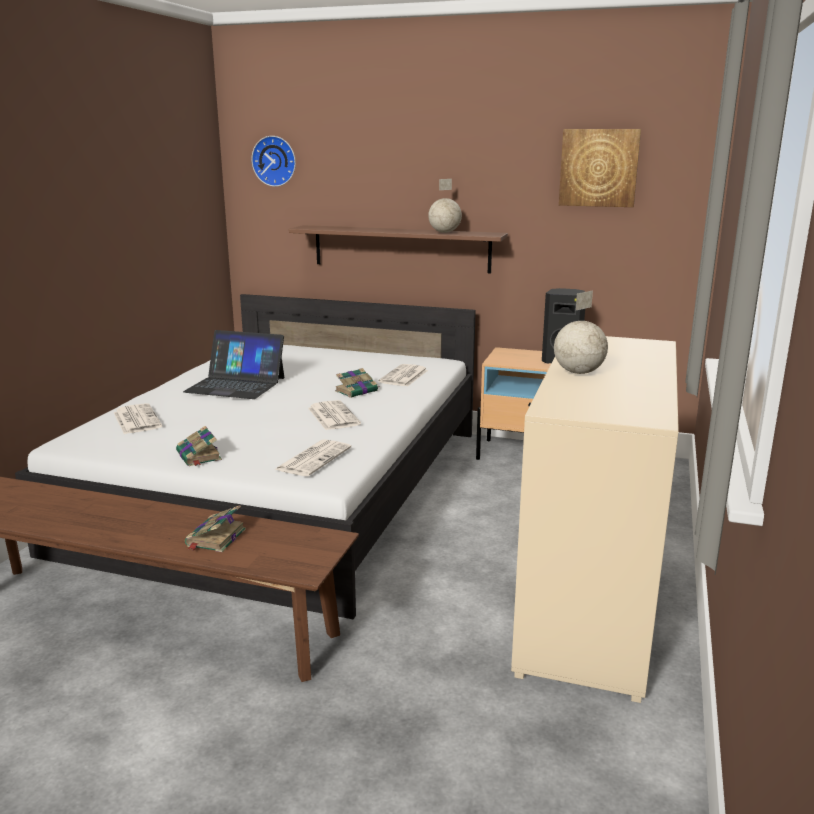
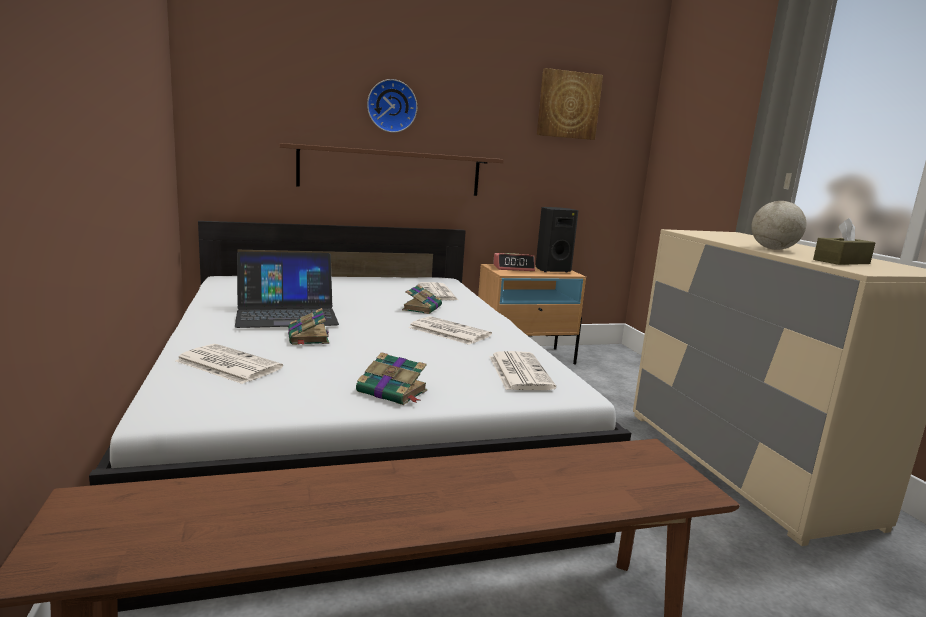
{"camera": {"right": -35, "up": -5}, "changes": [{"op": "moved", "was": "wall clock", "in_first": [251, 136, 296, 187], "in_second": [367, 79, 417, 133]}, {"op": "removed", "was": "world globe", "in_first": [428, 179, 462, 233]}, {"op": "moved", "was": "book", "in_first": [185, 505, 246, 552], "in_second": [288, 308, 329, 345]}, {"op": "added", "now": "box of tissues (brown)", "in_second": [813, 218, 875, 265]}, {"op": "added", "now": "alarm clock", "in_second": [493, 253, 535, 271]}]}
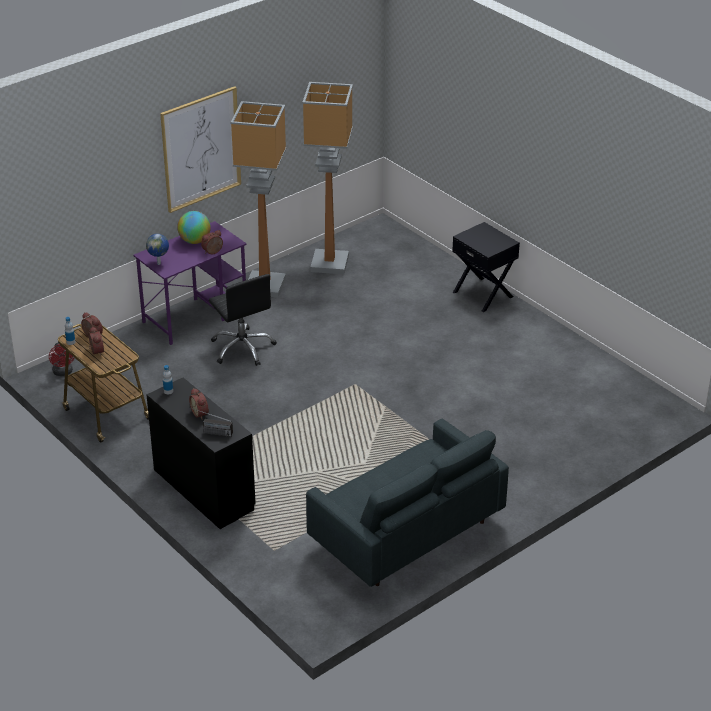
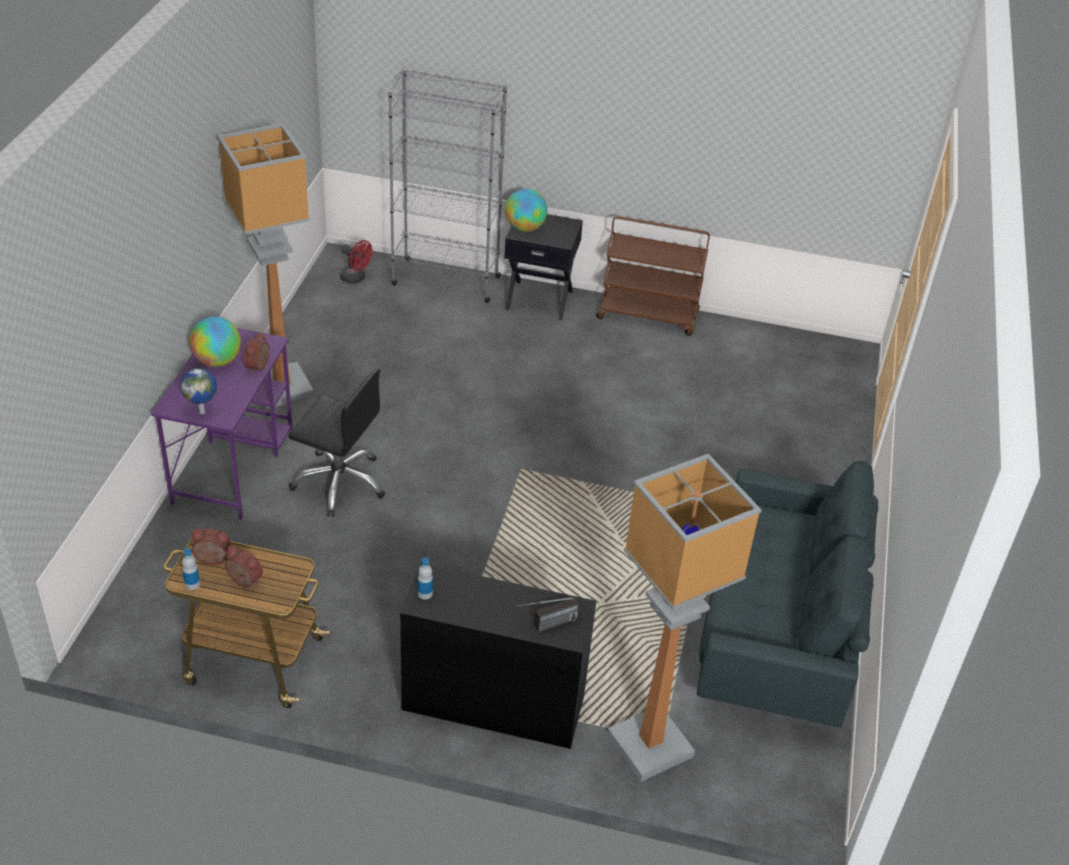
{"camera": {"right": -40, "up": 5}, "changes": [{"op": "moved", "was": "floor lamp", "in_first": [302, 82, 353, 274], "in_second": [607, 454, 762, 782]}, {"op": "removed", "was": "wall art", "in_first": [160, 86, 241, 213]}, {"op": "moved", "was": "cooling fan (reddish)", "in_first": [49, 342, 75, 376], "in_second": [340, 240, 373, 284]}, {"op": "removed", "was": "alarm clock", "in_first": [189, 388, 209, 419]}, {"op": "added", "now": "bookcase (grey)", "in_second": [388, 69, 507, 303]}, {"op": "added", "now": "world globe", "in_second": [505, 189, 547, 232]}, {"op": "added", "now": "trolley (brown)", "in_second": [596, 216, 710, 336]}]}
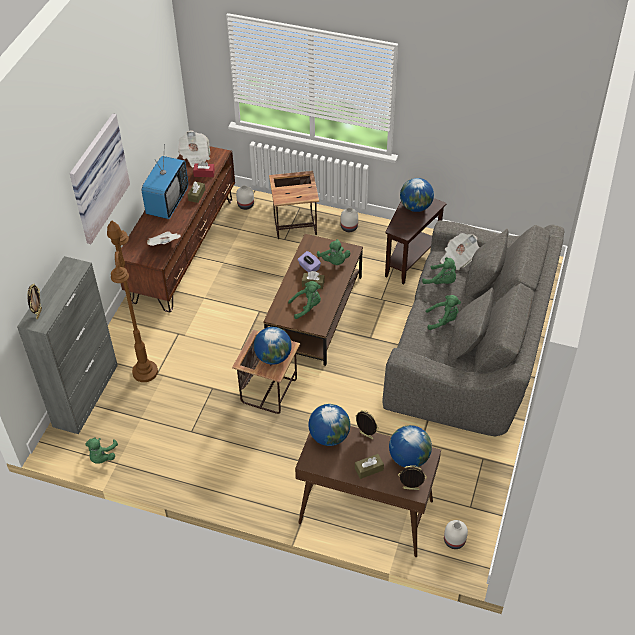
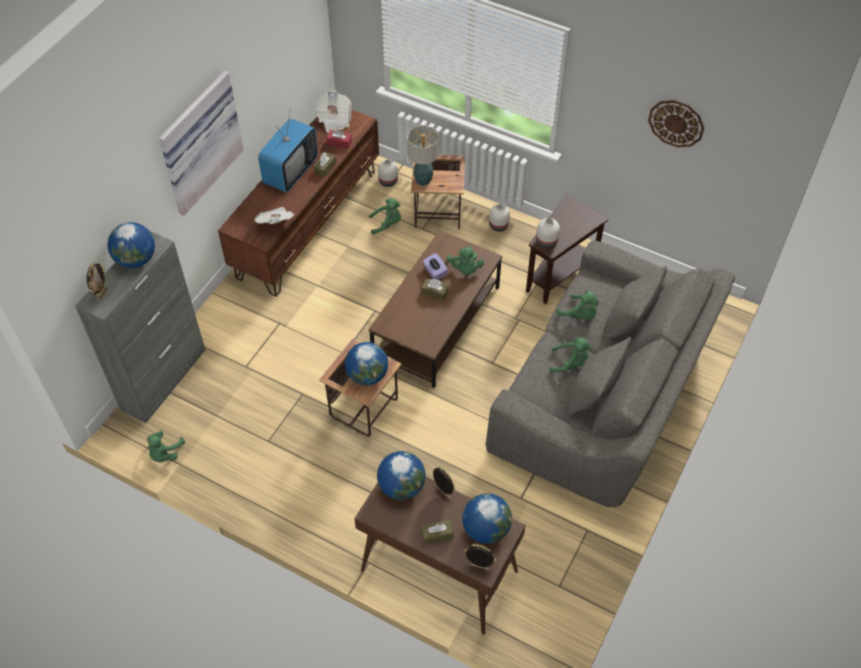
{"camera": {"right": 10, "up": 5}, "changes": [{"op": "moved", "was": "world globe", "in_first": [400, 178, 434, 212], "in_second": [107, 222, 155, 268]}, {"op": "removed", "was": "floor lamp (brown)", "in_first": [107, 220, 158, 382]}, {"op": "removed", "was": "newspaper", "in_first": [440, 233, 480, 270]}, {"op": "moved", "was": "cuddly toy (green)", "in_first": [288, 281, 321, 319], "in_second": [369, 198, 401, 235]}, {"op": "moved", "was": "decorative vase (white-coloured)", "in_first": [444, 520, 468, 549], "in_second": [536, 218, 560, 249]}, {"op": "added", "now": "wall clock", "in_second": [648, 100, 704, 147]}, {"op": "added", "now": "lamp for a table", "in_second": [407, 126, 439, 186]}]}
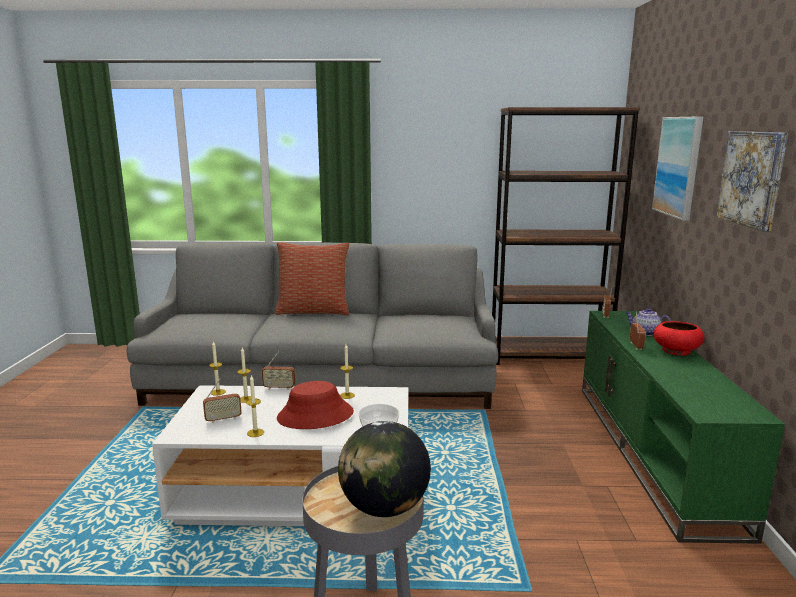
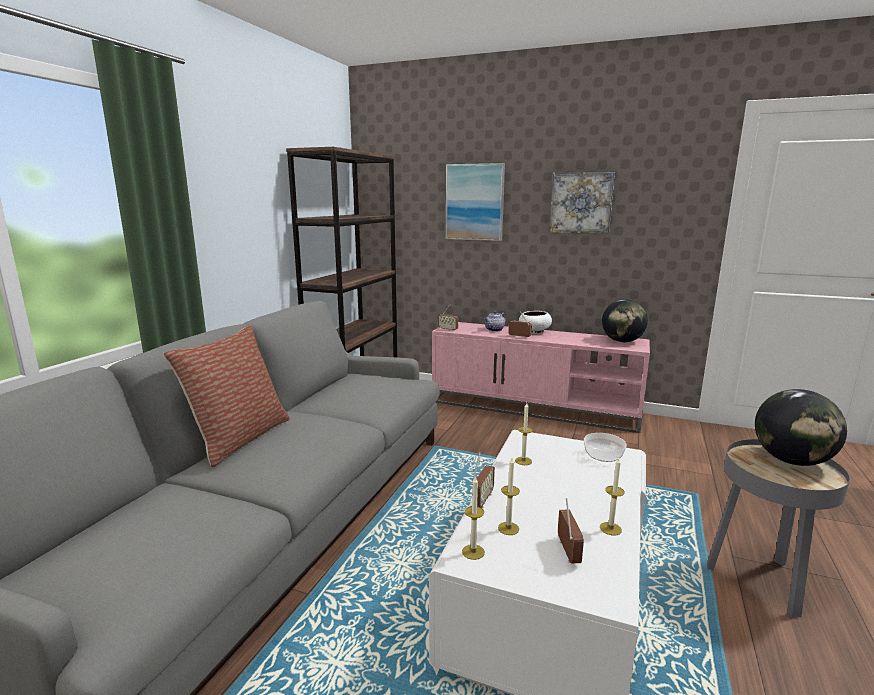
{"camera": {"right": -70, "up": 0}, "changes": [{"op": "recoloured", "was": "tv stand (green)", "now": "tv stand (pinkish)", "in_first": [582, 311, 785, 544], "in_second": [432, 322, 650, 433]}, {"op": "recoloured", "was": "bowl (reddish)", "now": "bowl (white-coloured)", "in_first": [654, 321, 704, 356], "in_second": [519, 311, 552, 334]}, {"op": "removed", "was": "wearable hat (reddish)", "in_first": [277, 381, 354, 429]}, {"op": "added", "now": "world globe", "in_second": [602, 299, 648, 342]}]}
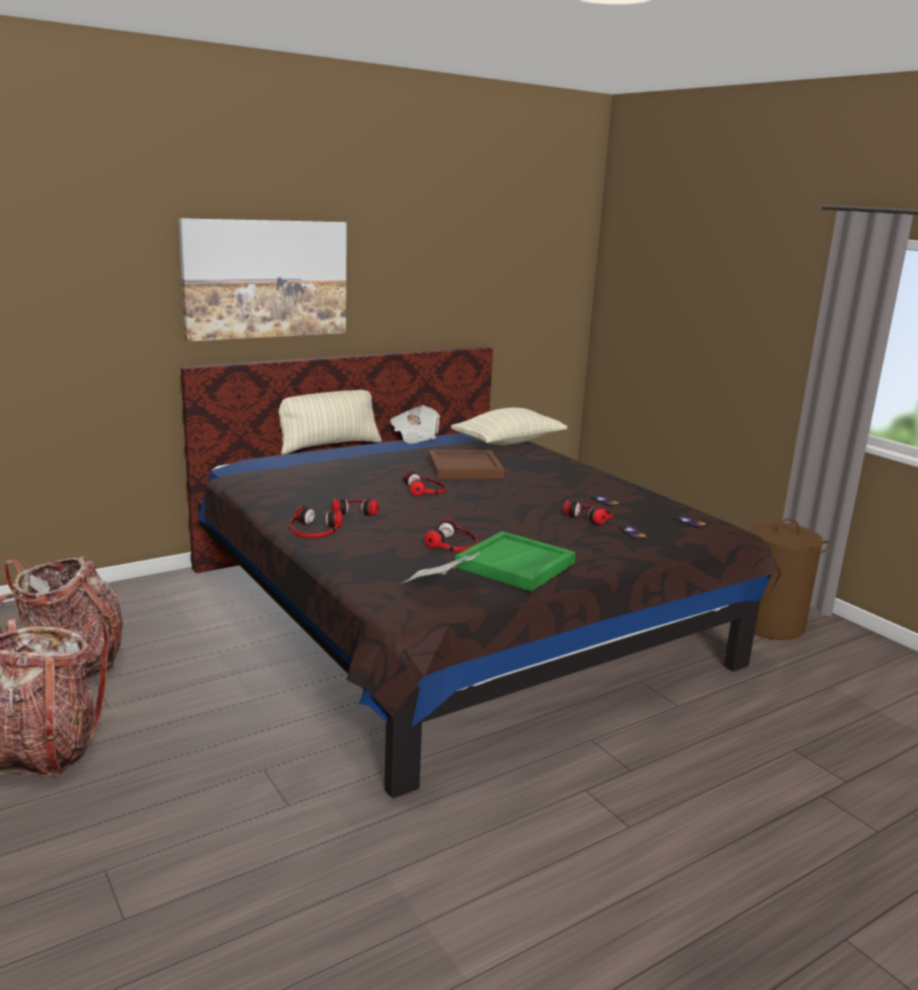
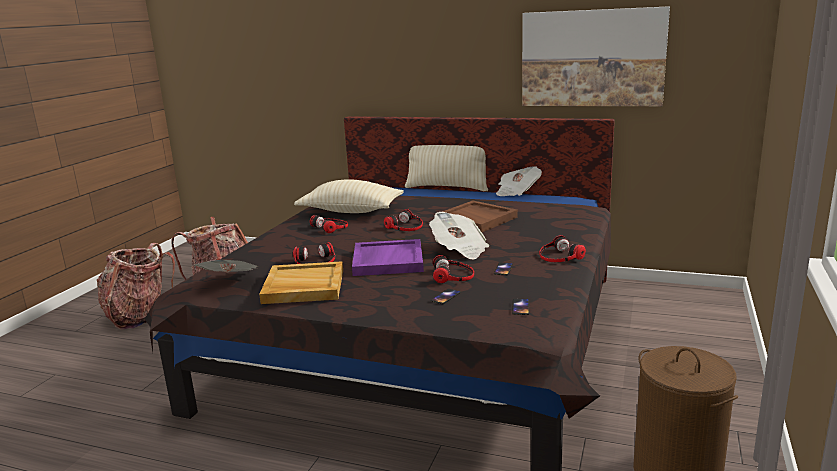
{"camera": {"right": 55, "up": 0}, "changes": [{"op": "moved", "was": "wall art", "in_first": [178, 218, 347, 341], "in_second": [522, 6, 670, 106]}, {"op": "moved", "was": "cushion (beige)", "in_first": [451, 408, 568, 445], "in_second": [294, 179, 404, 213]}, {"op": "moved", "was": "pair of headphones", "in_first": [290, 506, 343, 538], "in_second": [539, 235, 586, 262]}, {"op": "recoloured", "was": "carrying tray (green)", "now": "carrying tray (beige)", "in_first": [455, 531, 576, 592], "in_second": [259, 261, 343, 304]}, {"op": "added", "now": "newspaper", "in_second": [429, 212, 490, 260]}, {"op": "added", "now": "carrying tray (purplish)", "in_second": [352, 239, 424, 276]}]}
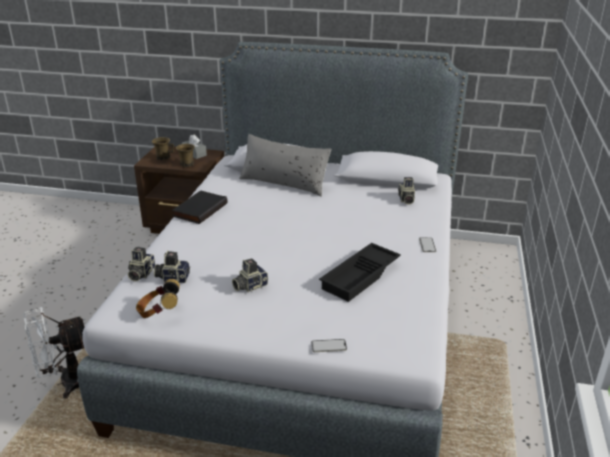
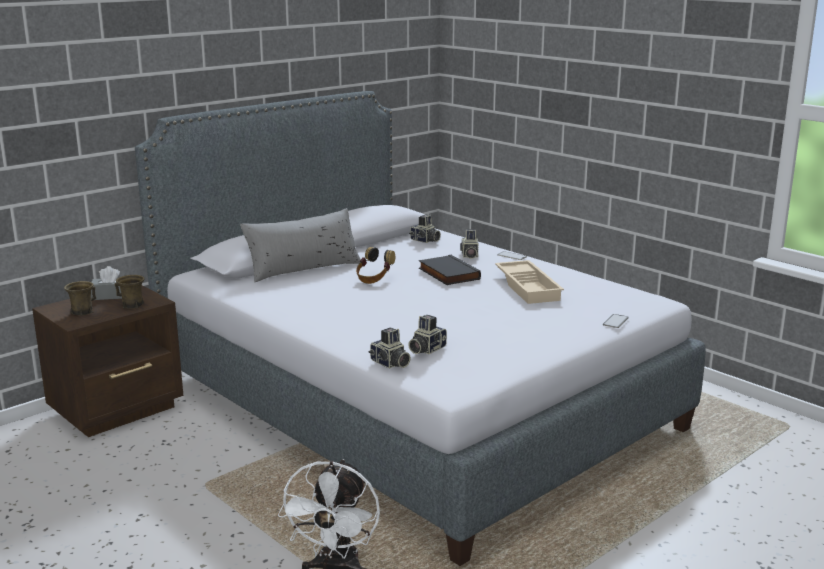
{"camera": {"right": -55, "up": -10}, "changes": [{"op": "moved", "was": "book (blackish)", "in_first": [172, 191, 228, 224], "in_second": [419, 255, 481, 285]}, {"op": "recoloured", "was": "carrying tray (blackish)", "now": "carrying tray (beige)", "in_first": [319, 243, 401, 302], "in_second": [495, 260, 564, 304]}, {"op": "moved", "was": "photo camera", "in_first": [232, 258, 268, 292], "in_second": [460, 229, 479, 259]}, {"op": "moved", "was": "pair of headphones", "in_first": [136, 279, 180, 318], "in_second": [356, 247, 395, 284]}]}
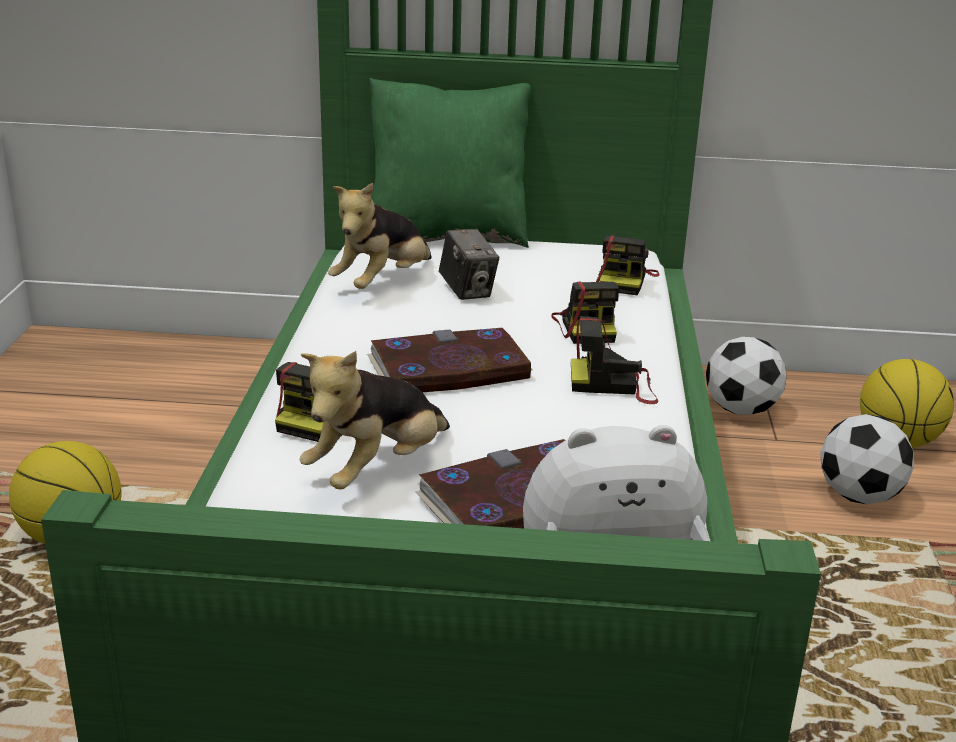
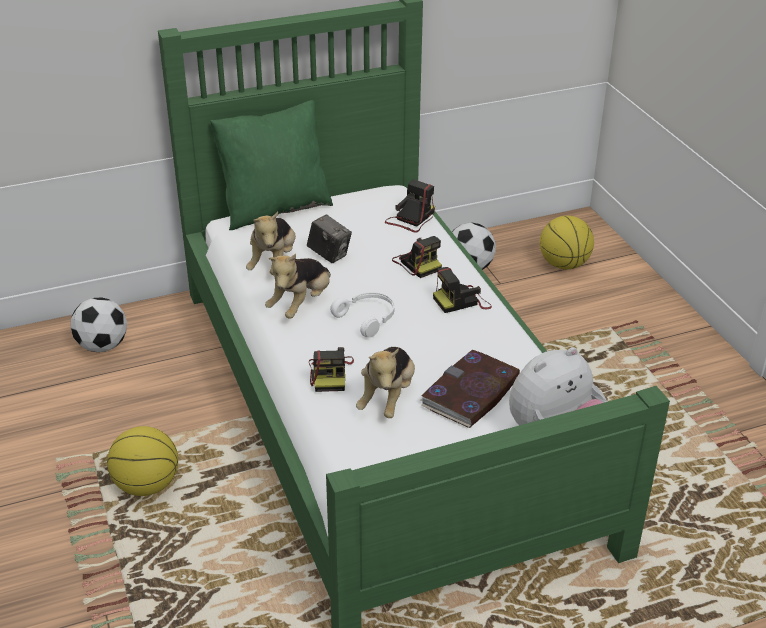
{"camera": {"right": -25, "up": 10}, "changes": [{"op": "turned", "was": "photo camera", "in_first": [596, 235, 660, 295], "in_second": [385, 179, 435, 233], "clockwise": -135}, {"op": "replaced", "was": "book", "now": "pair of headphones (white-coloured)", "in_first": [367, 328, 533, 392], "in_second": [330, 292, 395, 338]}, {"op": "moved", "was": "ball for football", "in_first": [820, 414, 914, 504], "in_second": [71, 297, 127, 352]}, {"op": "added", "now": "cuddly toy", "in_second": [265, 254, 331, 319]}]}
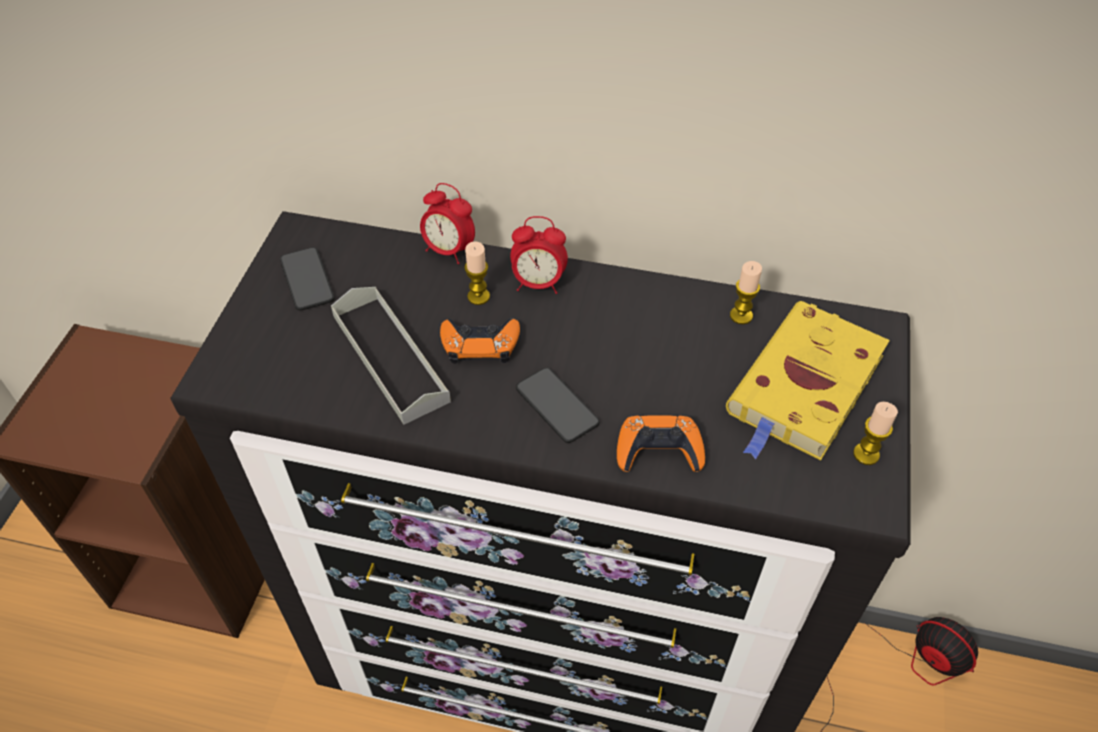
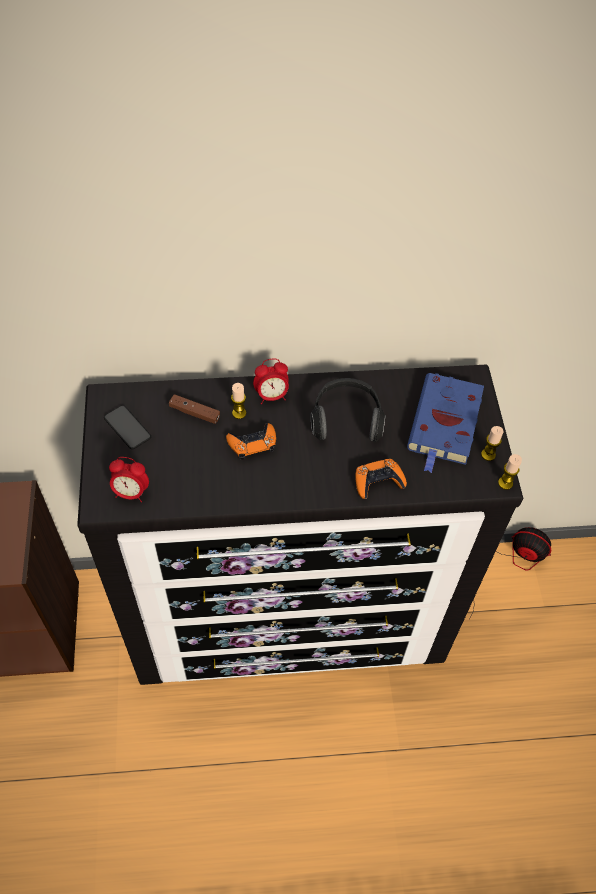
{"camera": {"right": -20, "up": 5}, "changes": [{"op": "moved", "was": "alarm clock", "in_first": [420, 183, 475, 264], "in_second": [109, 457, 149, 502]}, {"op": "moved", "was": "wax light", "in_first": [730, 261, 762, 324], "in_second": [498, 454, 522, 490]}, {"op": "removed", "was": "carrying tray (grey)", "in_first": [331, 287, 451, 425]}, {"op": "recoloured", "was": "book (yellow-coloured)", "now": "book (blue)", "in_first": [726, 301, 890, 461], "in_second": [407, 373, 484, 473]}, {"op": "removed", "was": "phone", "in_first": [516, 368, 600, 443]}, {"op": "added", "now": "pair of headphones", "in_second": [311, 378, 386, 442]}, {"op": "added", "now": "joypad (brown)", "in_second": [169, 394, 220, 424]}]}
